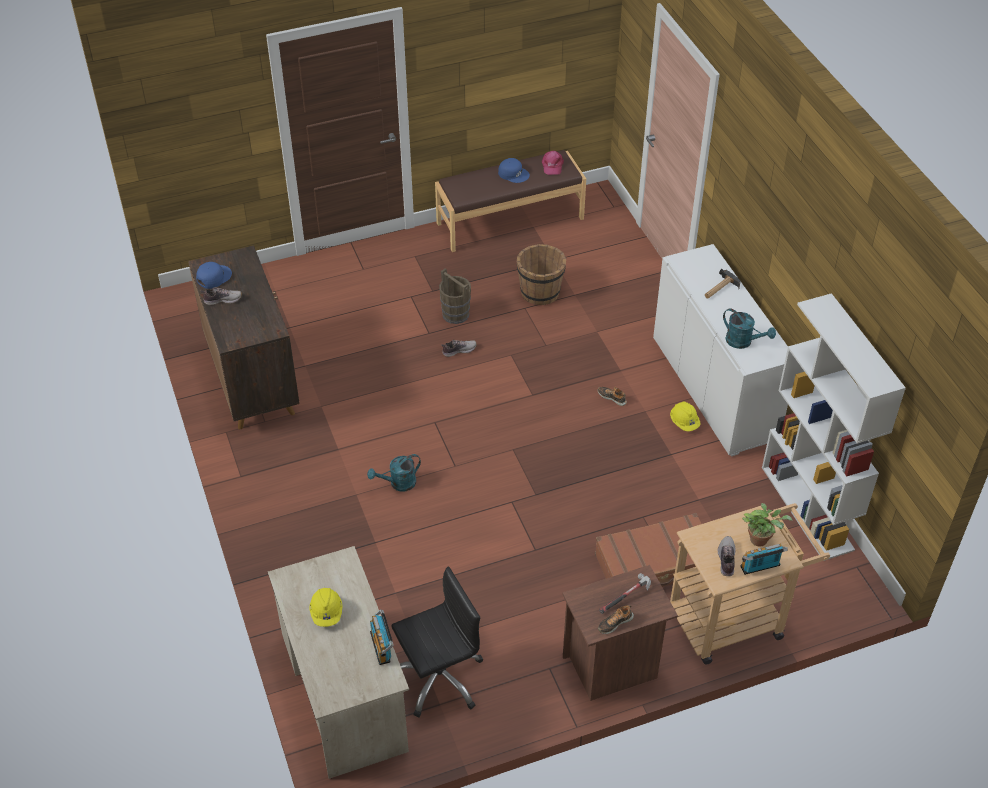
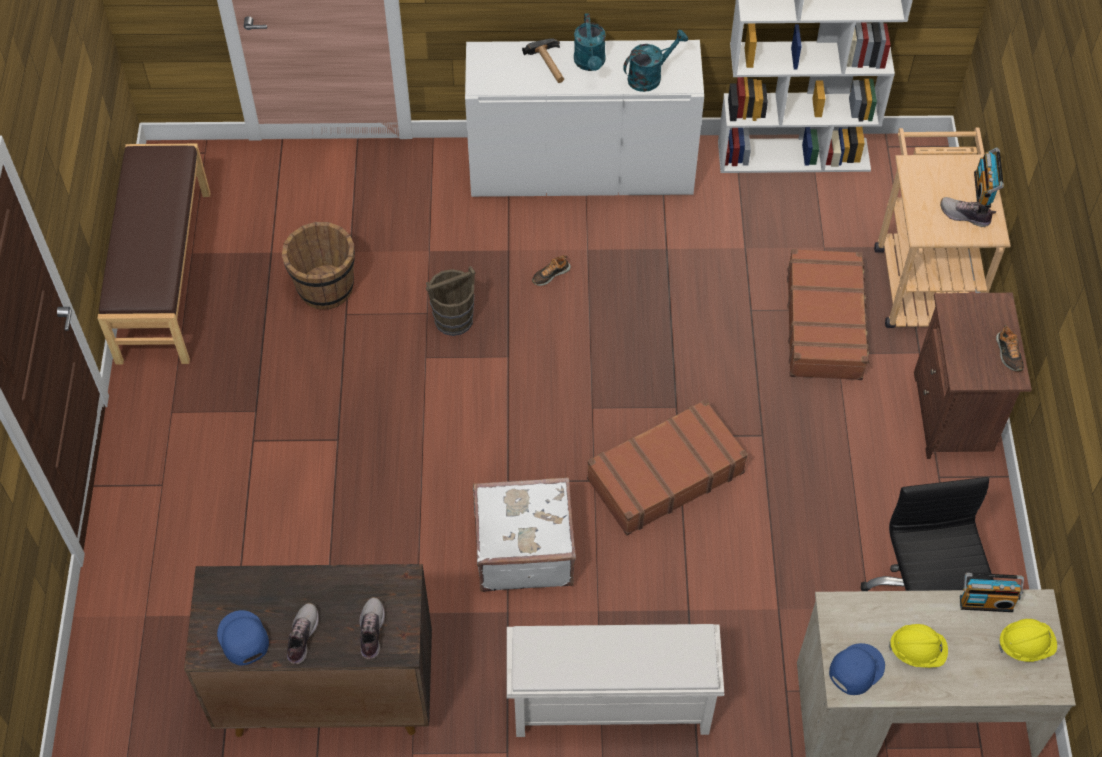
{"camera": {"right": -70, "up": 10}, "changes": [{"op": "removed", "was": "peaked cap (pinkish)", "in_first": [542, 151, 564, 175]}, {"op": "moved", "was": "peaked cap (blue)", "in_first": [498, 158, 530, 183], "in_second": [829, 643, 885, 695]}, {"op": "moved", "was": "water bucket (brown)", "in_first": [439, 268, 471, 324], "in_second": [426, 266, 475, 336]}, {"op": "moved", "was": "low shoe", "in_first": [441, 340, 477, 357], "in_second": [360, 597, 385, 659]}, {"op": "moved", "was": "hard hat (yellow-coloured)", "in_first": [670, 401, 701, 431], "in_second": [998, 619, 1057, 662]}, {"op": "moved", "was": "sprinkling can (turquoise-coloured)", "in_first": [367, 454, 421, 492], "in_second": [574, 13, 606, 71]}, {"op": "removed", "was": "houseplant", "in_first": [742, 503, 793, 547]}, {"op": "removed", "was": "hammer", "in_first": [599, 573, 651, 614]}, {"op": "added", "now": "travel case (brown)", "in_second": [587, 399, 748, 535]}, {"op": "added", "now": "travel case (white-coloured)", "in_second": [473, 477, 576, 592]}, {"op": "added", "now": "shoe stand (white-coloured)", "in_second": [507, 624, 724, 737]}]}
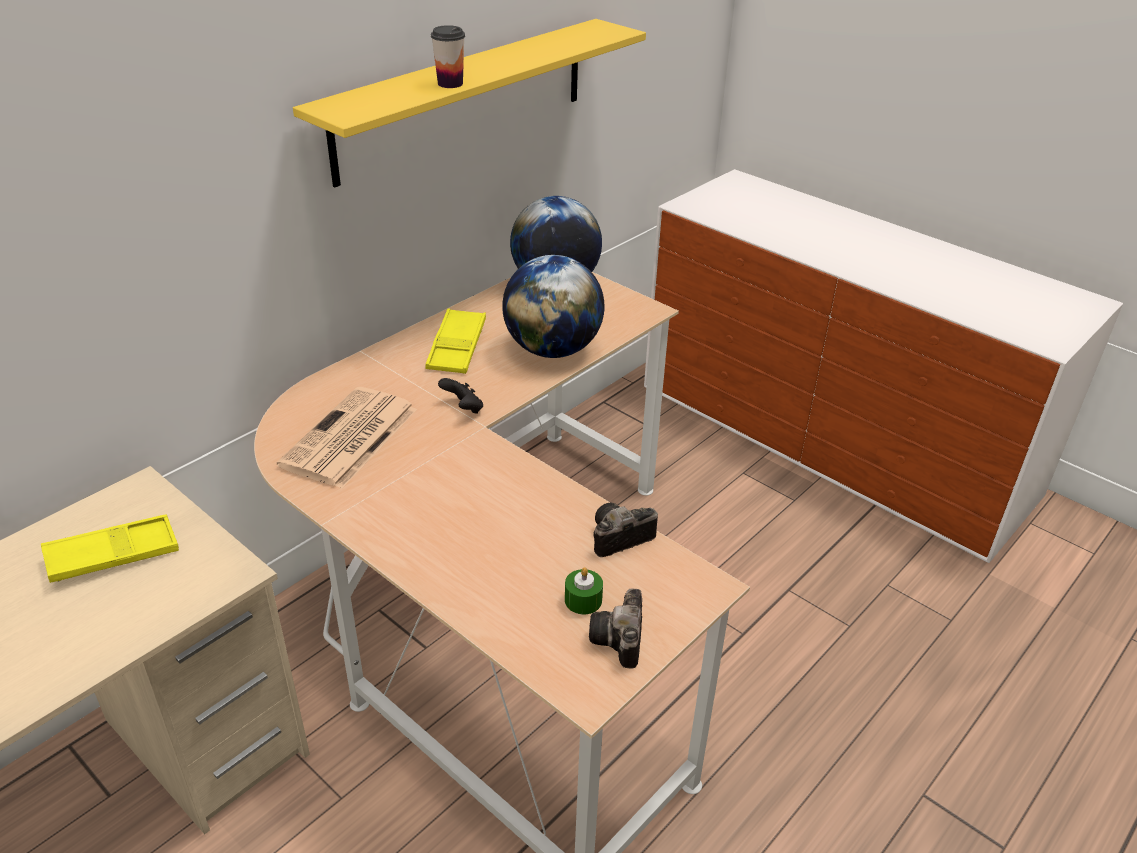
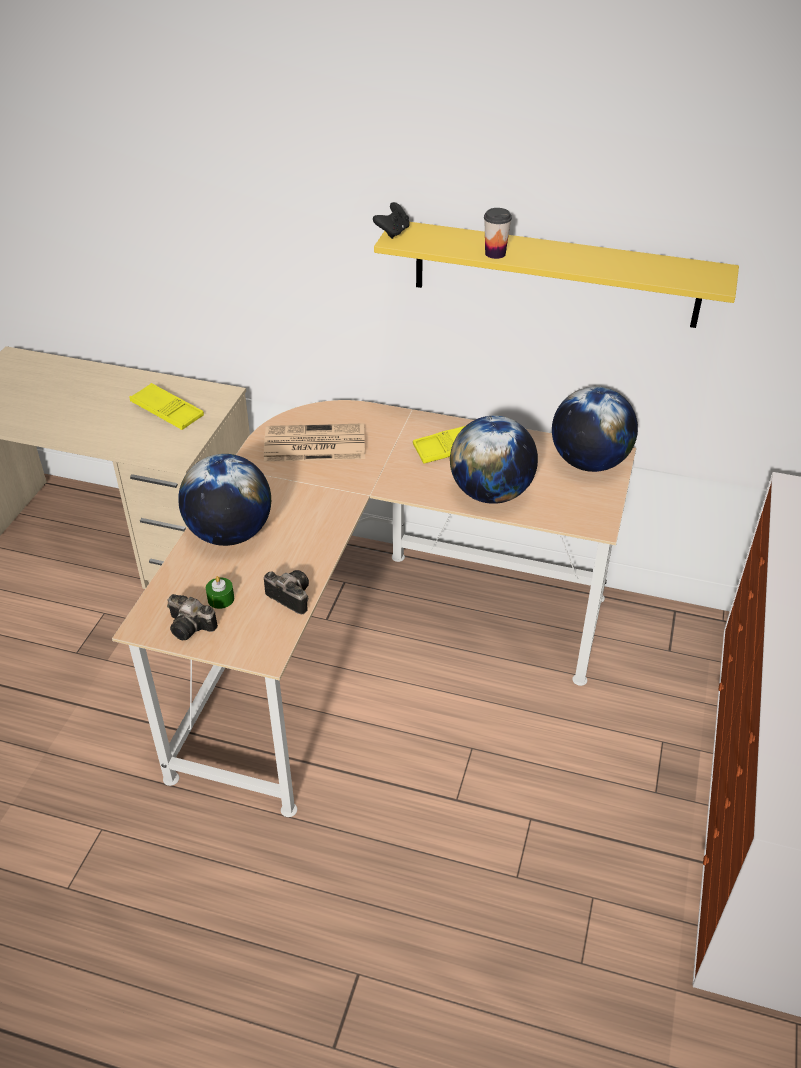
{"camera": {"right": 65, "up": 5}, "changes": [{"op": "moved", "was": "joypad (blackish)", "in_first": [438, 378, 483, 414], "in_second": [373, 202, 410, 239]}, {"op": "turned", "was": "photo camera", "in_first": [589, 589, 642, 669], "in_second": [167, 594, 218, 640], "clockwise": -135}, {"op": "added", "now": "world globe", "in_second": [178, 454, 271, 546]}]}
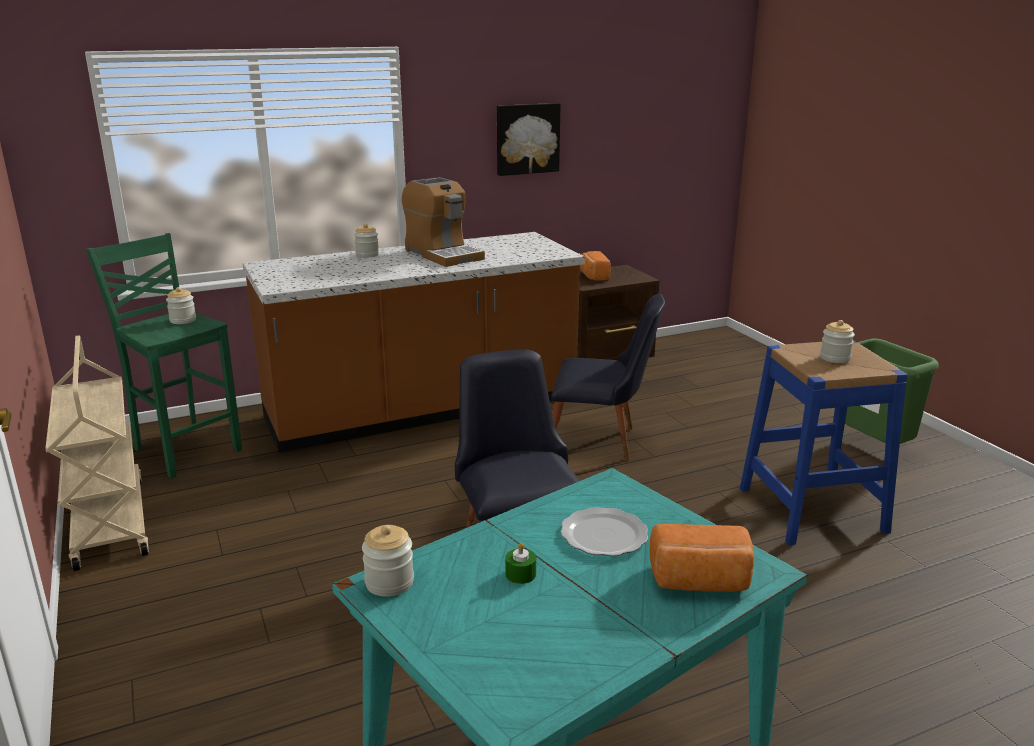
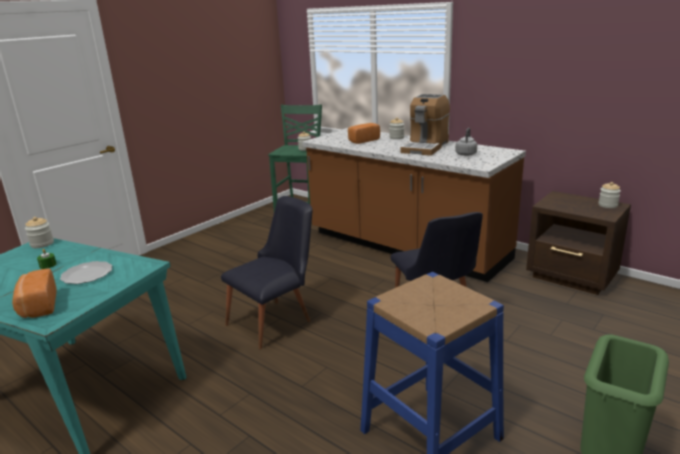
{"camera": {"right": 65, "up": 0}, "changes": [{"op": "removed", "was": "wall art", "in_first": [497, 103, 561, 176]}, {"op": "moved", "was": "bread", "in_first": [580, 251, 610, 281], "in_second": [348, 123, 380, 144]}, {"op": "moved", "was": "preserve jar", "in_first": [820, 320, 855, 363], "in_second": [598, 182, 621, 208]}, {"op": "removed", "was": "trolley (beige)", "in_first": [45, 335, 149, 571]}, {"op": "added", "now": "kettle (grey)", "in_second": [455, 128, 477, 156]}]}
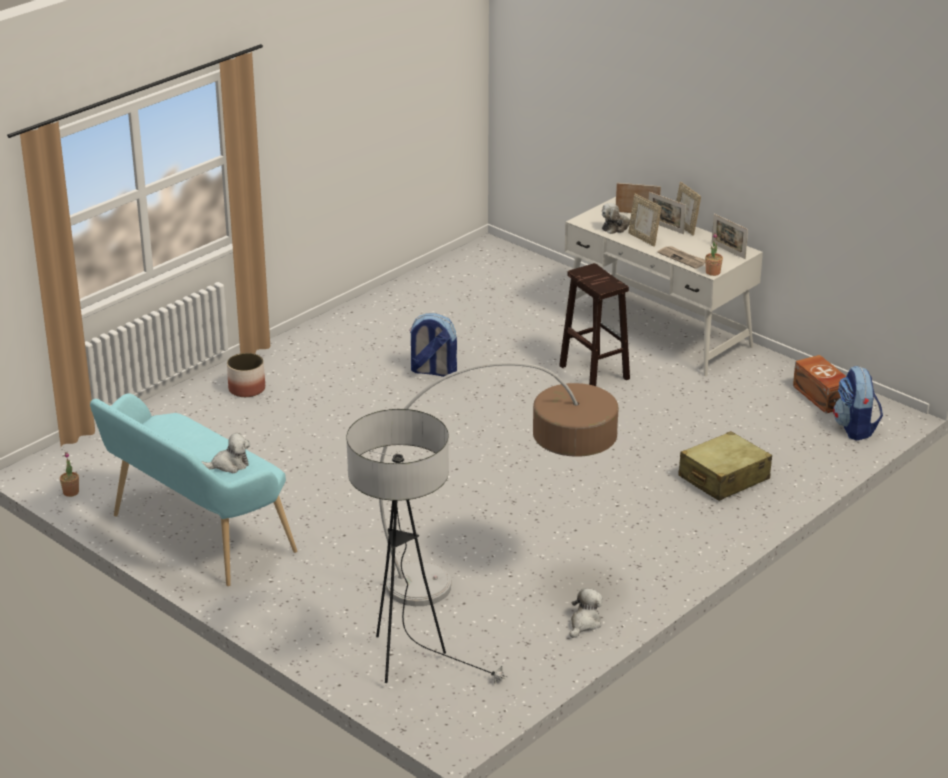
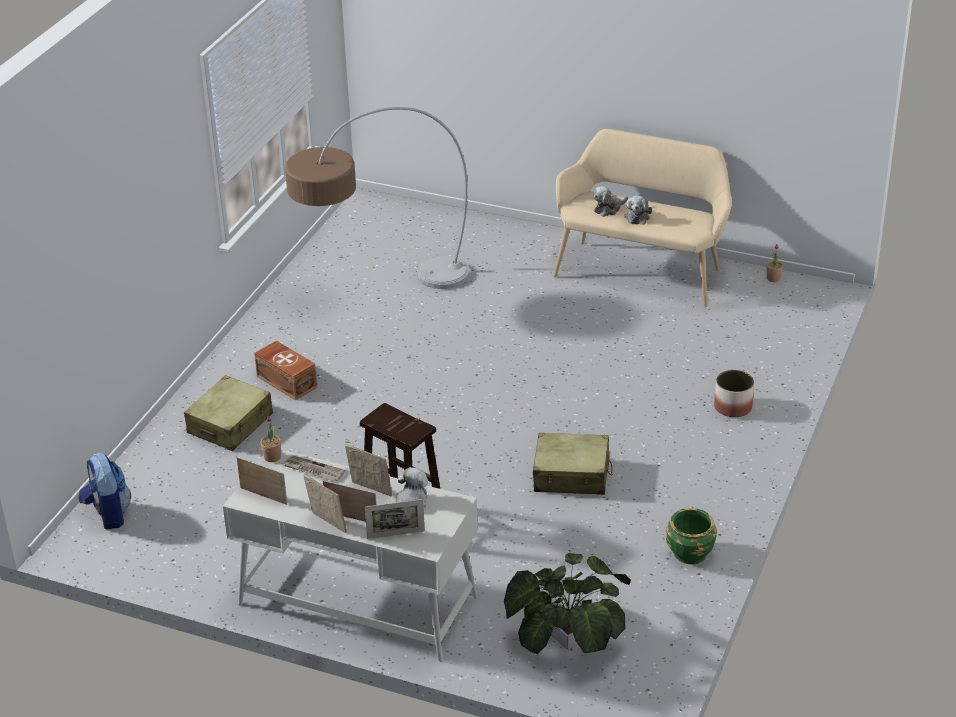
{"camera": {"right": 160, "up": 5}, "changes": [{"op": "replaced", "was": "knapsack", "now": "travel case (beige)", "in_first": [409, 313, 457, 377], "in_second": [533, 433, 612, 495]}, {"op": "moved", "was": "storage box (brown)", "in_first": [793, 355, 846, 414], "in_second": [254, 341, 317, 400]}, {"op": "recoloured", "was": "indoor bench (turquoise-coloured)", "now": "indoor bench (beige)", "in_first": [90, 394, 297, 586], "in_second": [553, 129, 732, 308]}, {"op": "removed", "was": "floor lamp", "in_first": [346, 409, 508, 685]}, {"op": "moved", "was": "cuddly toy", "in_first": [570, 588, 603, 638], "in_second": [624, 196, 652, 225]}, {"op": "added", "now": "plant pot (green)", "in_second": [666, 508, 717, 564]}, {"op": "added", "now": "houseplant", "in_second": [504, 553, 631, 654]}]}
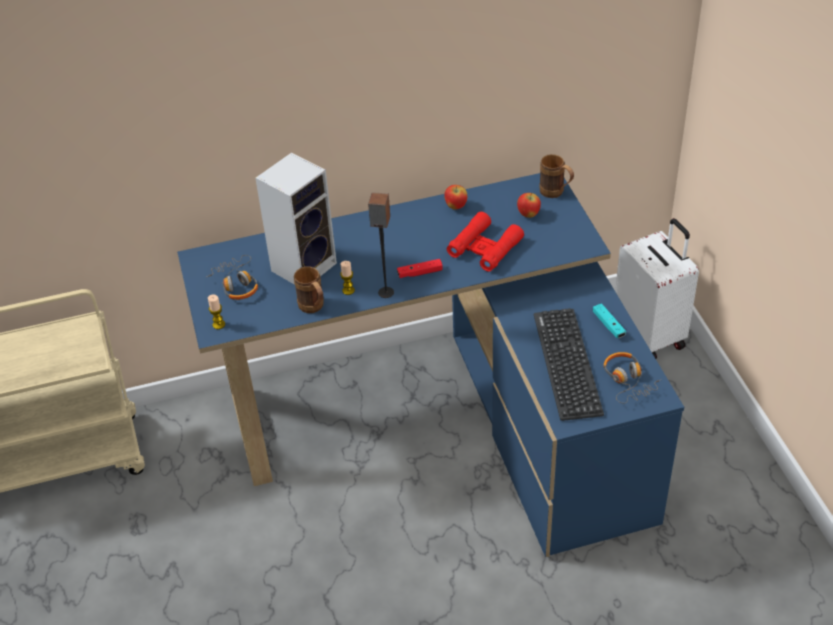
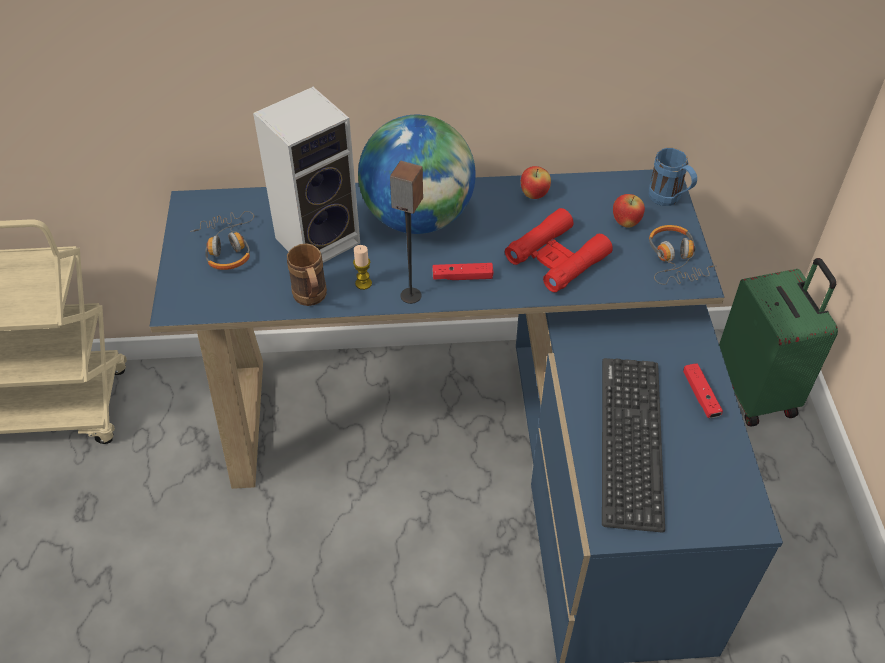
{"camera": {"right": 10, "up": 5}, "changes": [{"op": "recoloured", "was": "coffee mug (brown)", "now": "coffee mug (blue)", "in_first": [539, 154, 574, 198], "in_second": [649, 148, 697, 206]}, {"op": "recoloured", "was": "travel case (white-coloured)", "now": "travel case (green)", "in_first": [615, 218, 699, 359], "in_second": [719, 258, 838, 427]}, {"op": "removed", "was": "wax light", "in_first": [208, 295, 225, 329]}, {"op": "recoloured", "was": "joypad (turquoise-coloured)", "now": "joypad (reddish)", "in_first": [593, 303, 626, 338], "in_second": [683, 363, 723, 418]}, {"op": "moved", "was": "pair of headphones", "in_first": [603, 352, 660, 403], "in_second": [649, 225, 717, 285]}, {"op": "added", "now": "world globe", "in_second": [358, 115, 476, 234]}]}
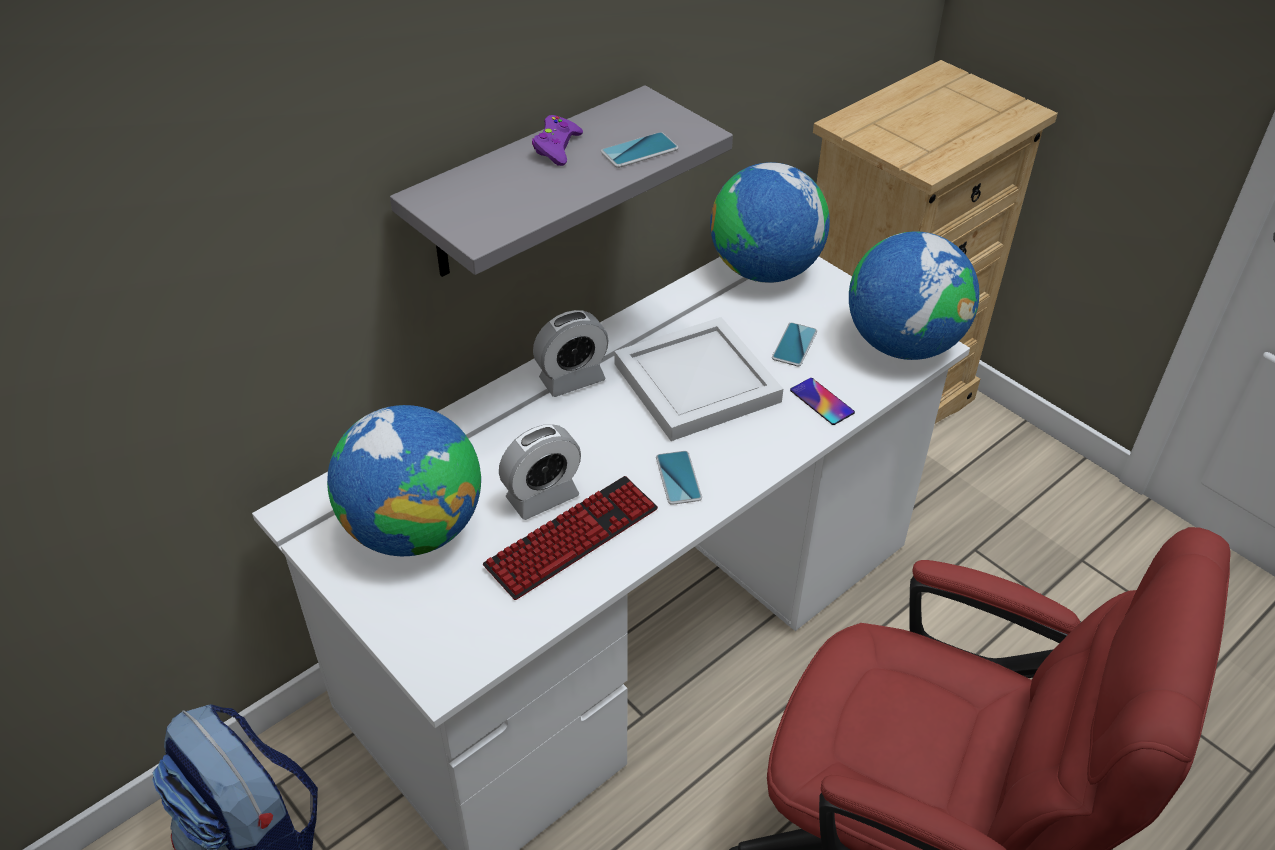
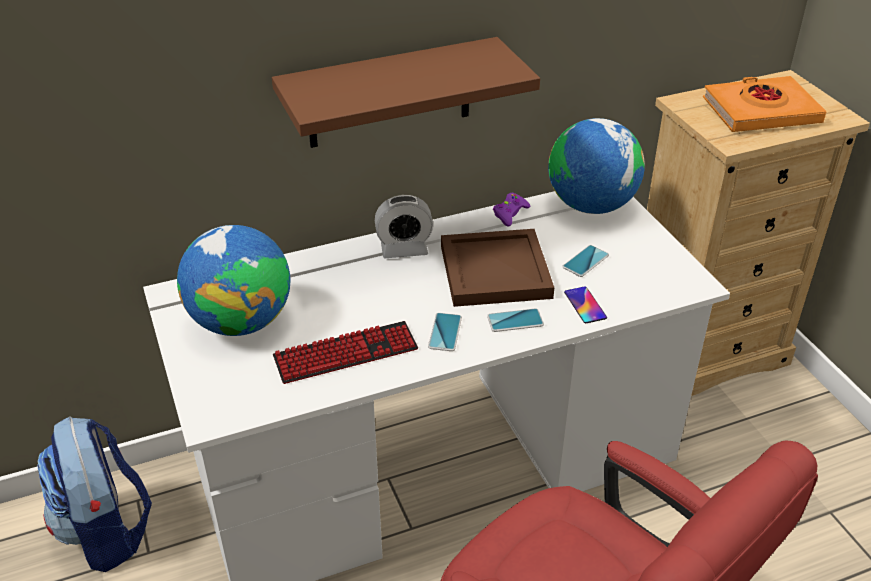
{"camera": {"right": 20, "up": -5}, "changes": [{"op": "recoloured", "was": "shelf (grey)", "now": "shelf (brown)", "in_first": [390, 85, 733, 277], "in_second": [272, 37, 540, 148]}, {"op": "moved", "was": "joypad (purplish)", "in_first": [532, 115, 583, 166], "in_second": [493, 193, 530, 226]}, {"op": "moved", "was": "phone", "in_first": [601, 132, 678, 168], "in_second": [487, 308, 544, 332]}, {"op": "removed", "was": "world globe", "in_first": [849, 231, 980, 360]}, {"op": "recoloured", "was": "carrying tray (white-coloured)", "now": "carrying tray (brown)", "in_first": [614, 317, 783, 441], "in_second": [441, 229, 554, 307]}, {"op": "removed", "was": "alarm clock", "in_first": [499, 424, 581, 520]}, {"op": "added", "now": "book (orange-coloured)", "in_second": [703, 76, 826, 132]}]}
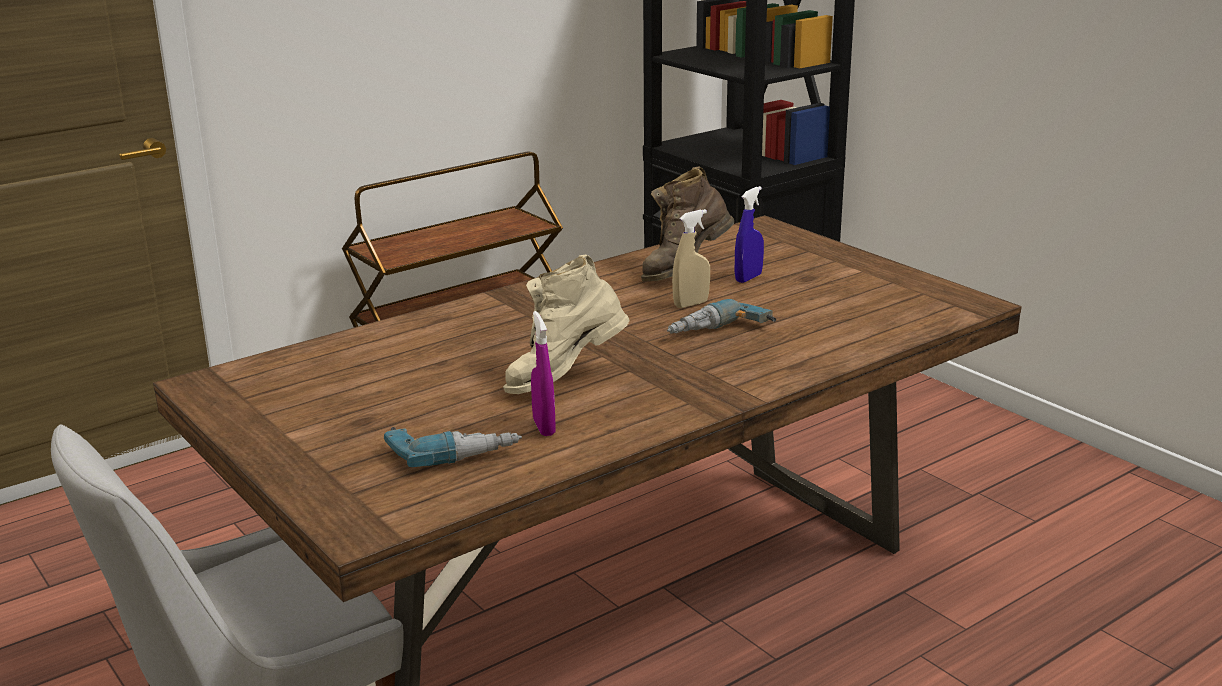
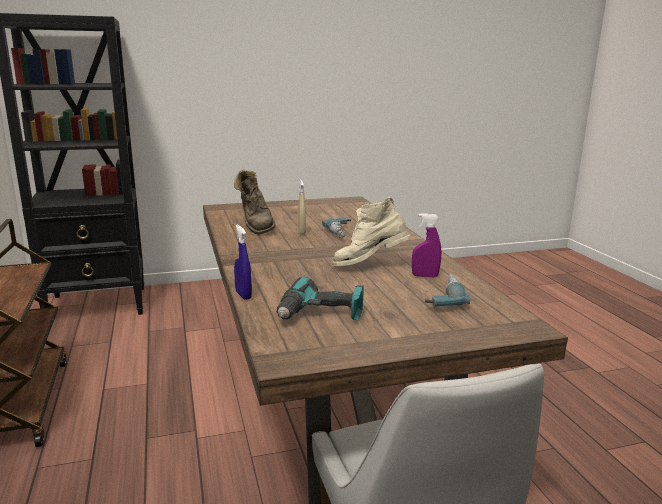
{"camera": {"right": -70, "up": -5}, "changes": [{"op": "moved", "was": "hand sprayer (blue)", "in_first": [735, 186, 764, 283], "in_second": [234, 225, 252, 300]}, {"op": "turned", "was": "boot (beige)", "in_first": [503, 255, 630, 394], "in_second": [332, 197, 411, 266], "clockwise": 90}, {"op": "added", "now": "drill", "in_second": [276, 277, 364, 321]}]}
